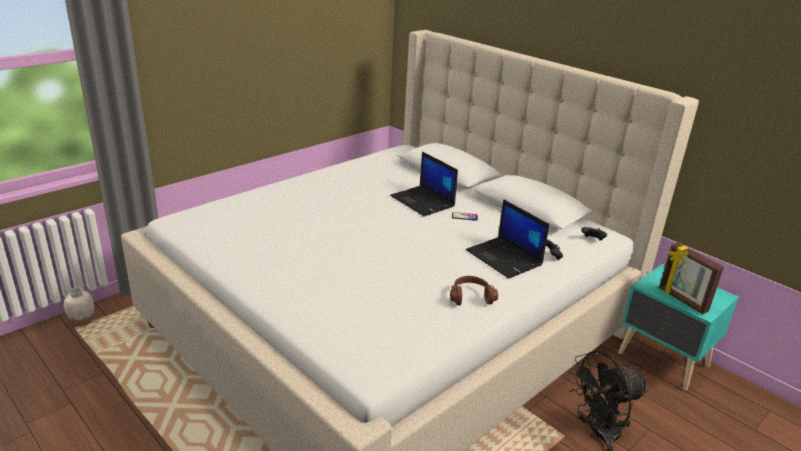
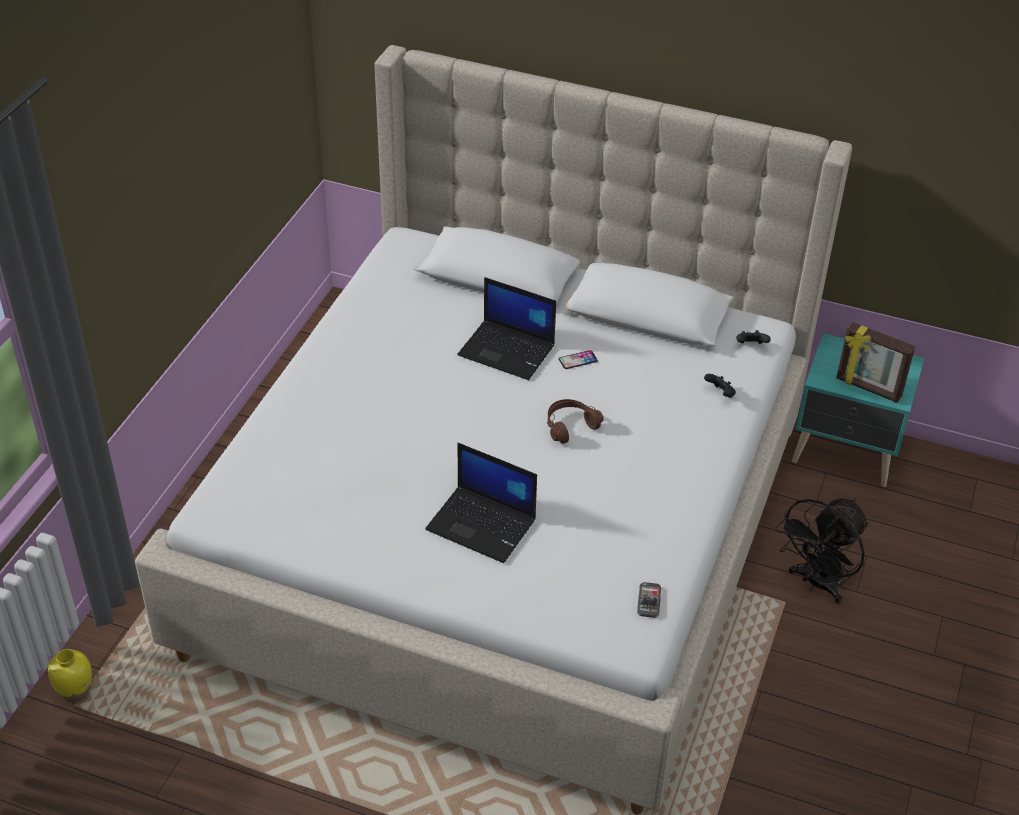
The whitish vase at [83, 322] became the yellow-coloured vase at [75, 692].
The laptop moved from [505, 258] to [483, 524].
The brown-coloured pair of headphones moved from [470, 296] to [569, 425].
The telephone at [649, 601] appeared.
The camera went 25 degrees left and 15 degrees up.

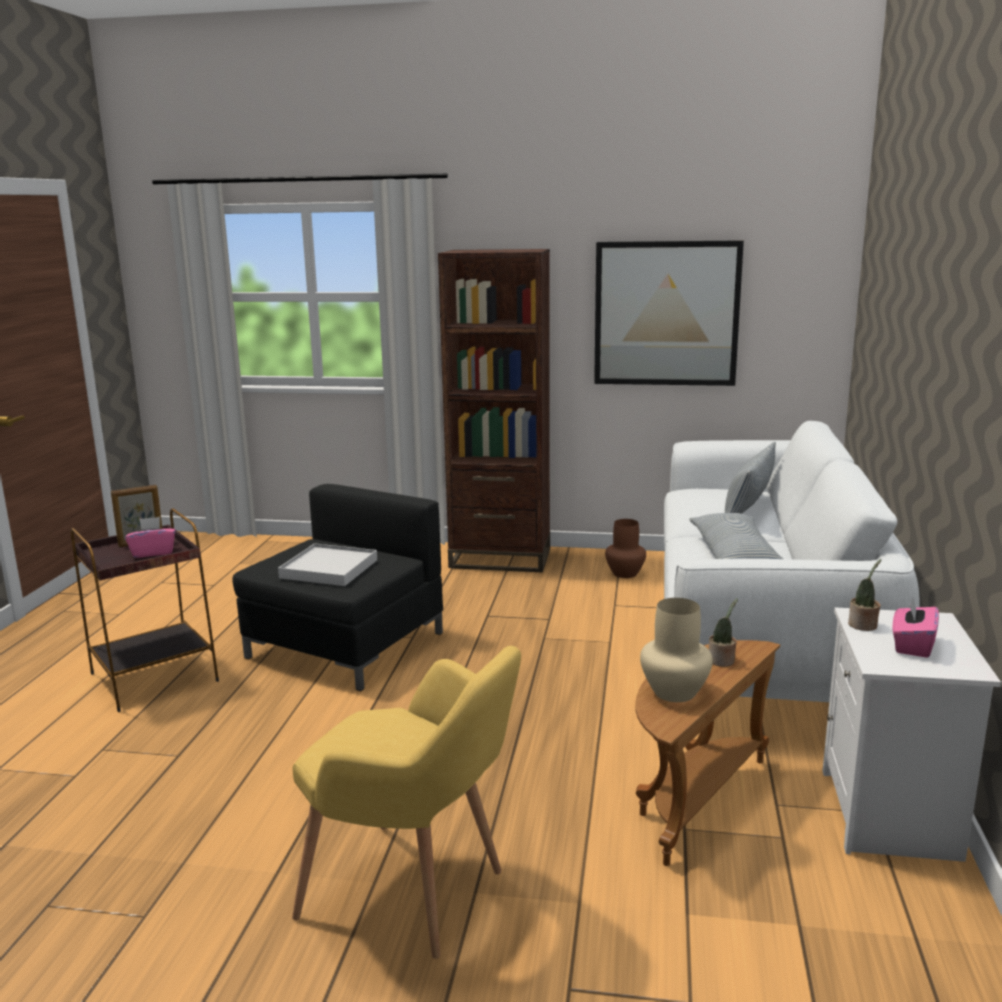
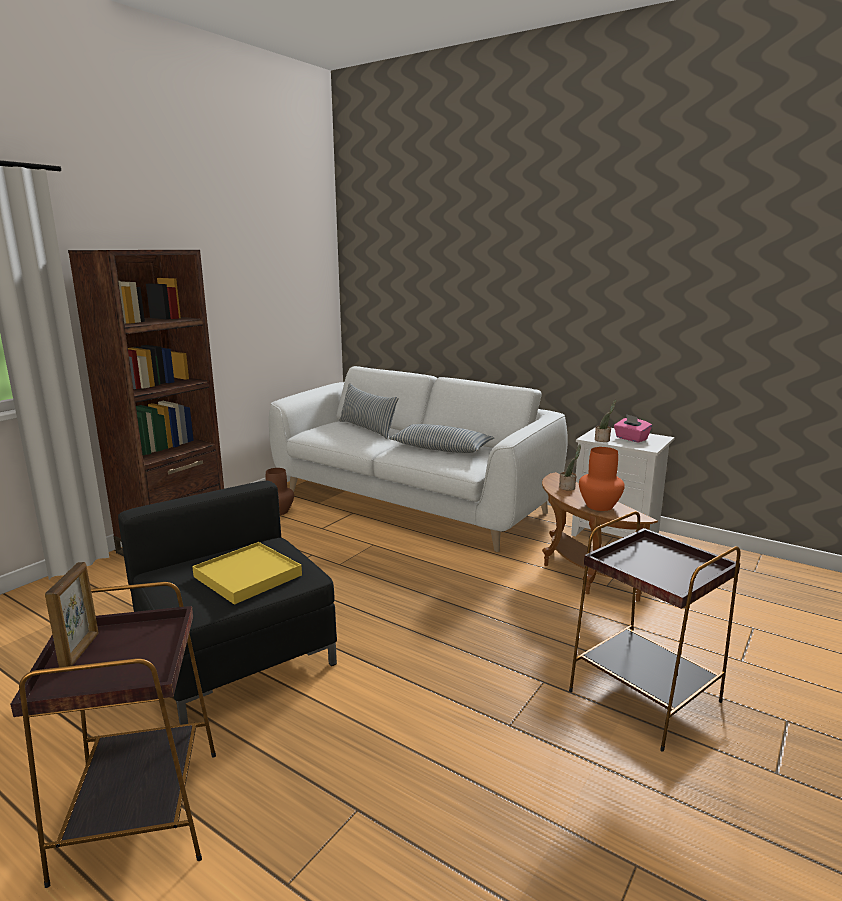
The whitish tray at [329, 569] became the yellow-coloured tray at [247, 576].
The yellow-coloured lounge chair at [415, 896] was replaced by the brown-coloured accent table at [645, 697].
The beige vase at [673, 691] became the orangey vase at [599, 506].
The pinkish tissue box at [153, 552] disappeared.
The wall picture at [666, 313] disappeared.
The camera went 65 degrees left and 0 degrees up.

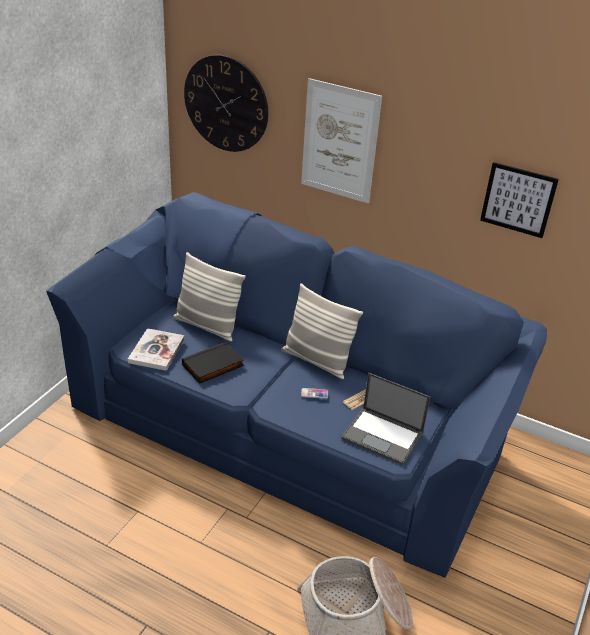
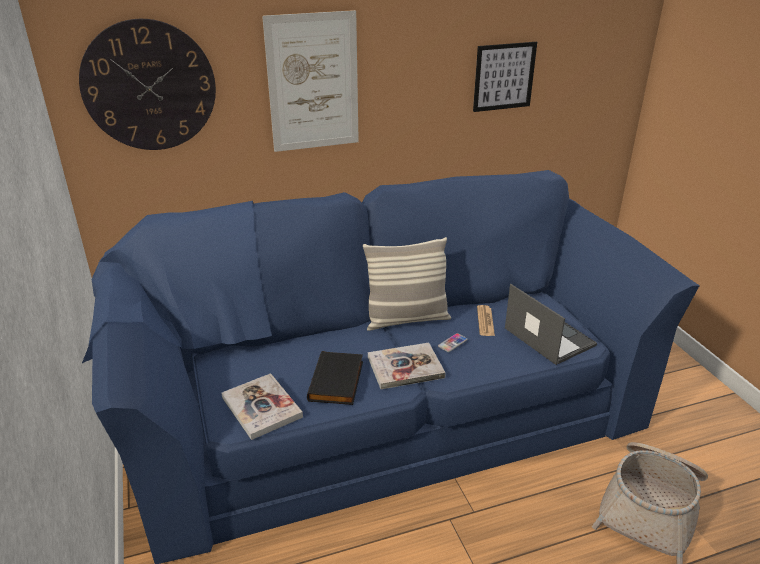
The book at [405, 367] appeared.
The laptop at [383, 436] turned 105 degrees counterclockwise.
The cushion at [207, 326] disappeared.
The camera went 45 degrees left and 5 degrees down.

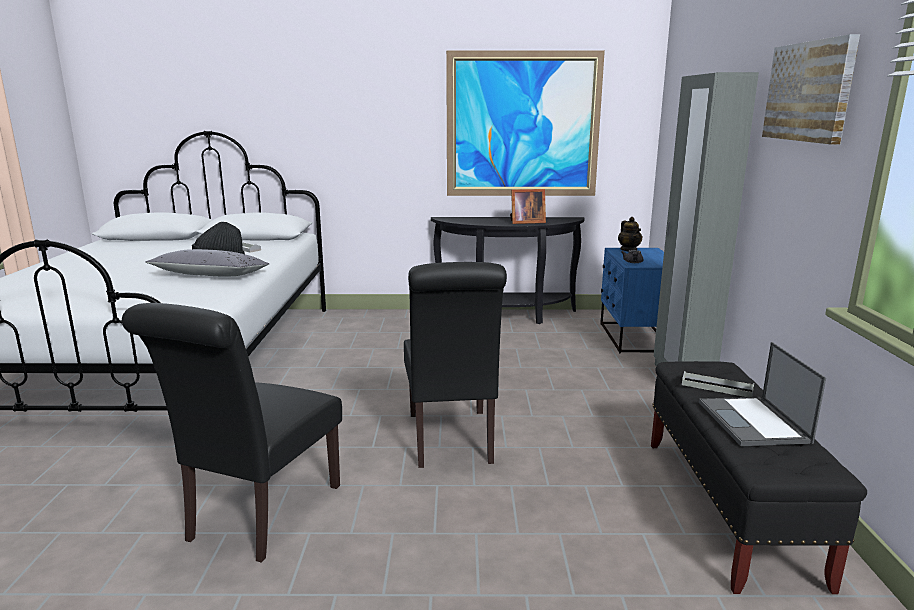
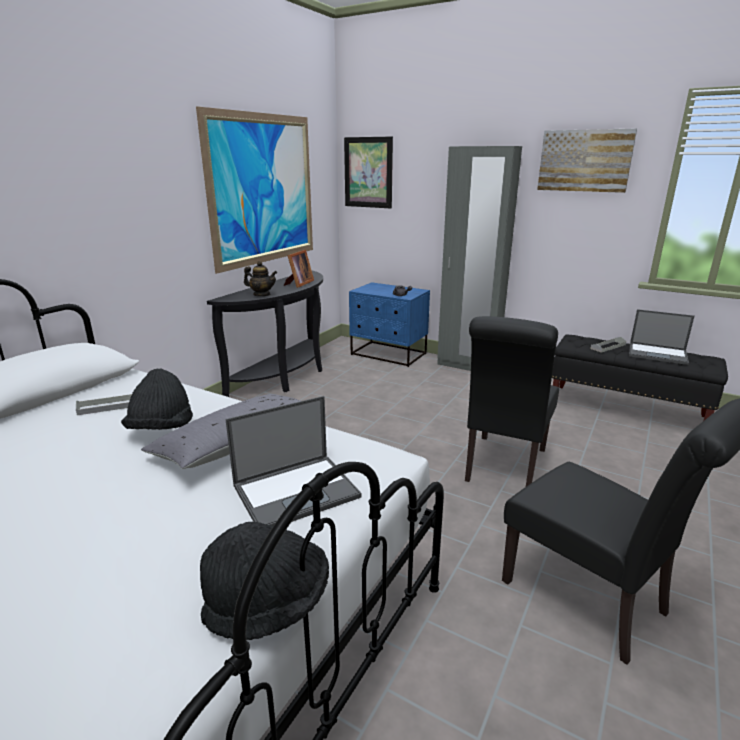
The blackish wearable hat at [268, 605] appeared.
The laptop at [297, 490] appeared.
The teapot moved from [629, 250] to [262, 295].
The wall picture at [368, 172] appeared.
The blackish plain chair at [451, 441] turned 90 degrees clockwise.
The camera went 60 degrees left and 5 degrees up.

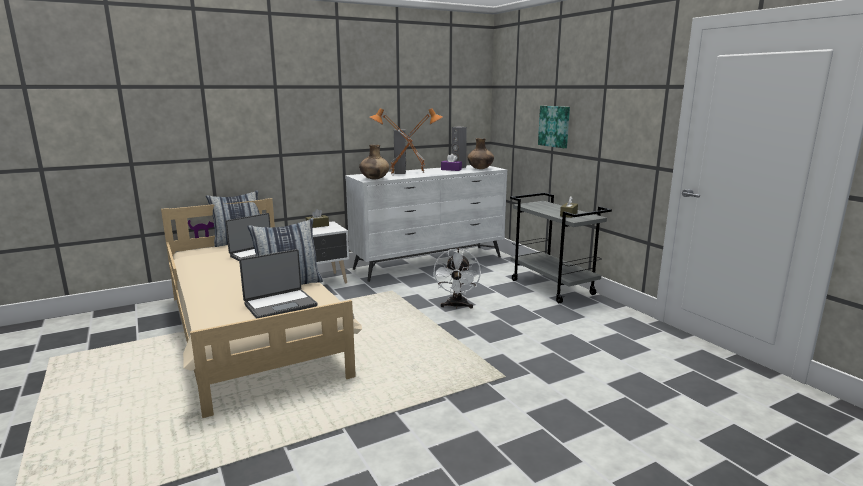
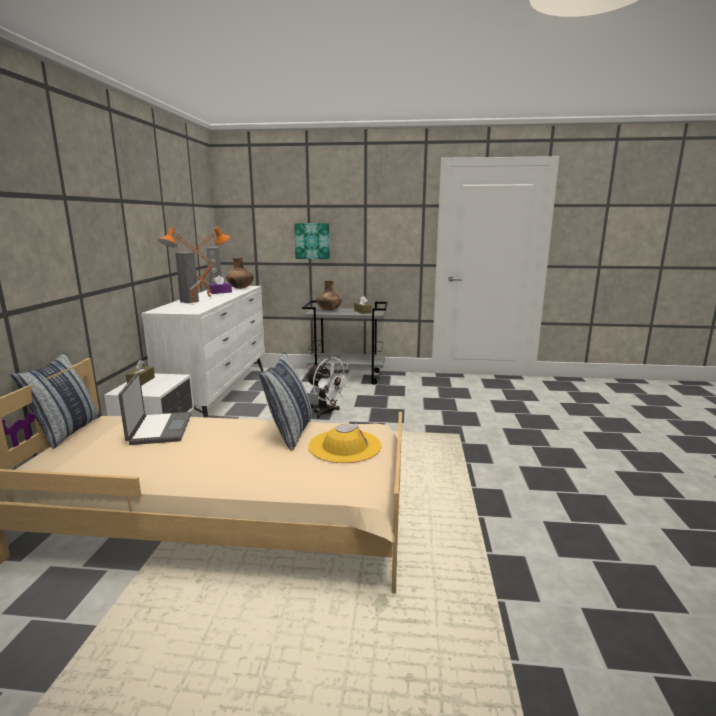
The laptop at [280, 305] was replaced by the yellow-coloured wearable hat at [344, 446].
The brown-coloured vase moved from [374, 179] to [329, 310].
The camera went 55 degrees left and 0 degrees up.

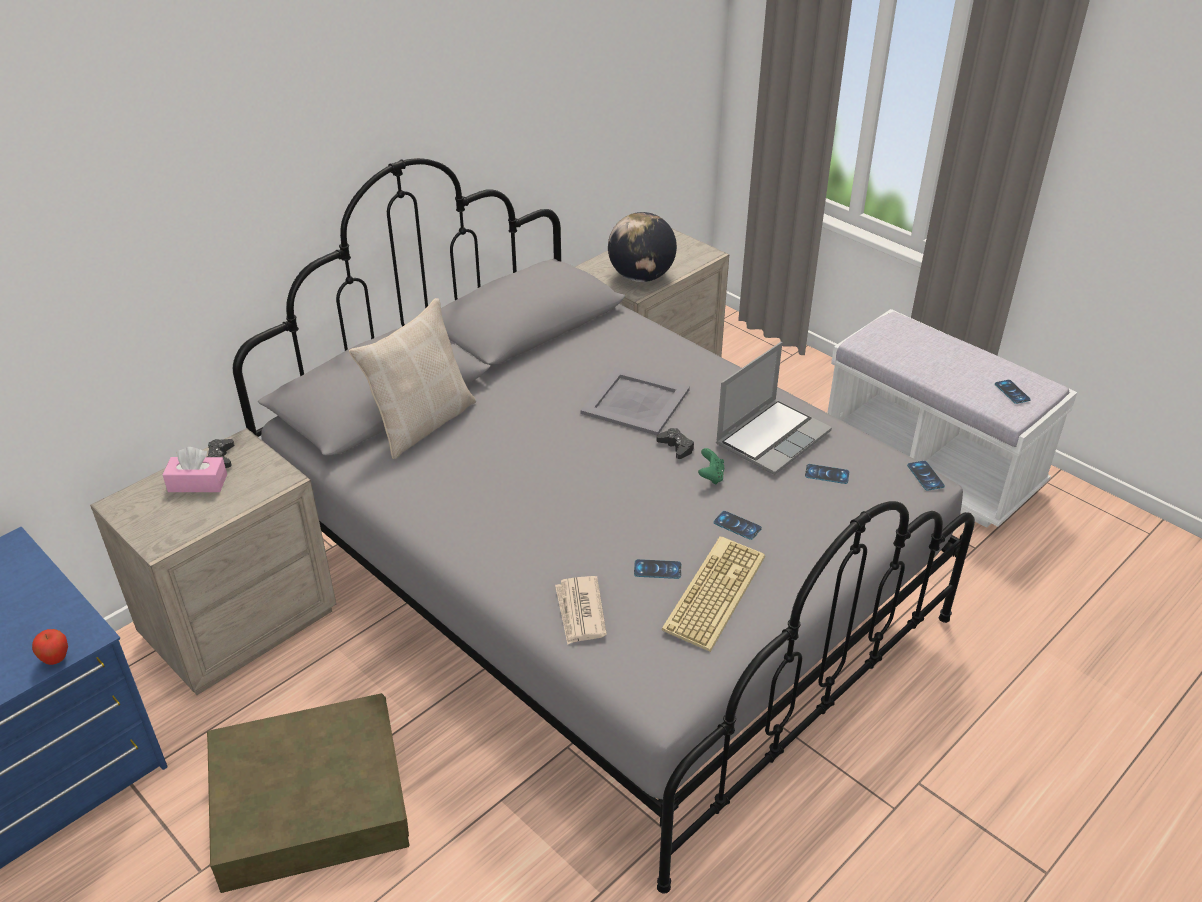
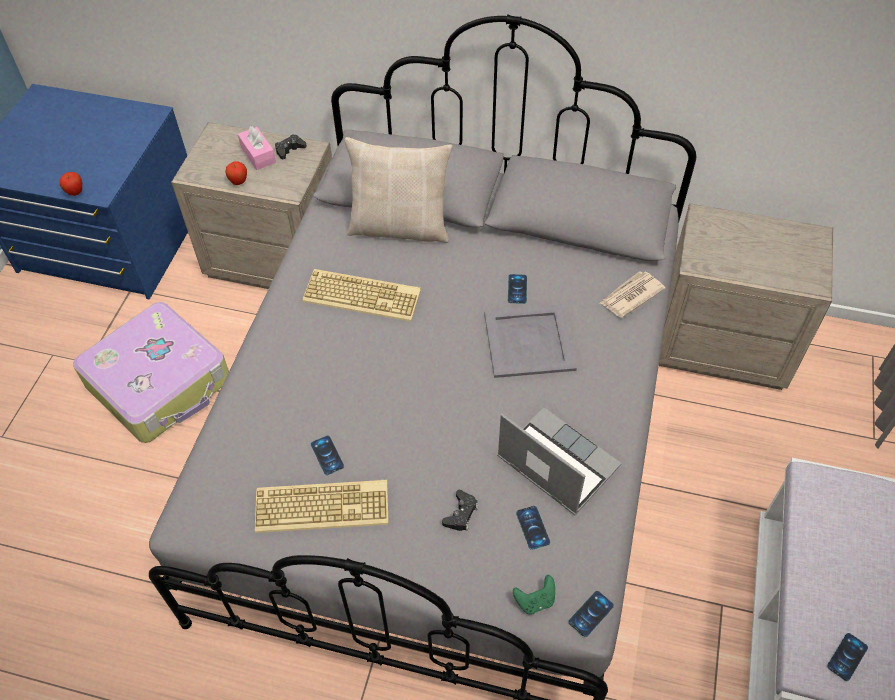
The brown-coloured storage container at [309, 800] was replaced by the suitcase at [160, 382].
The apple at [239, 182] appeared.
The computer keyboard at [363, 295] appeared.
The blackish joypad moved from [676, 447] to [461, 514].
The laptop at [772, 437] turned 150 degrees counterclockwise.
The telephone moved from [737, 525] to [517, 289].
The greenish joypad moved from [711, 476] to [535, 600].
The printed paper moved from [580, 612] to [630, 296].
The desk globe at [641, 277] disappeared.
The camera went 60 degrees right and 15 degrees up.

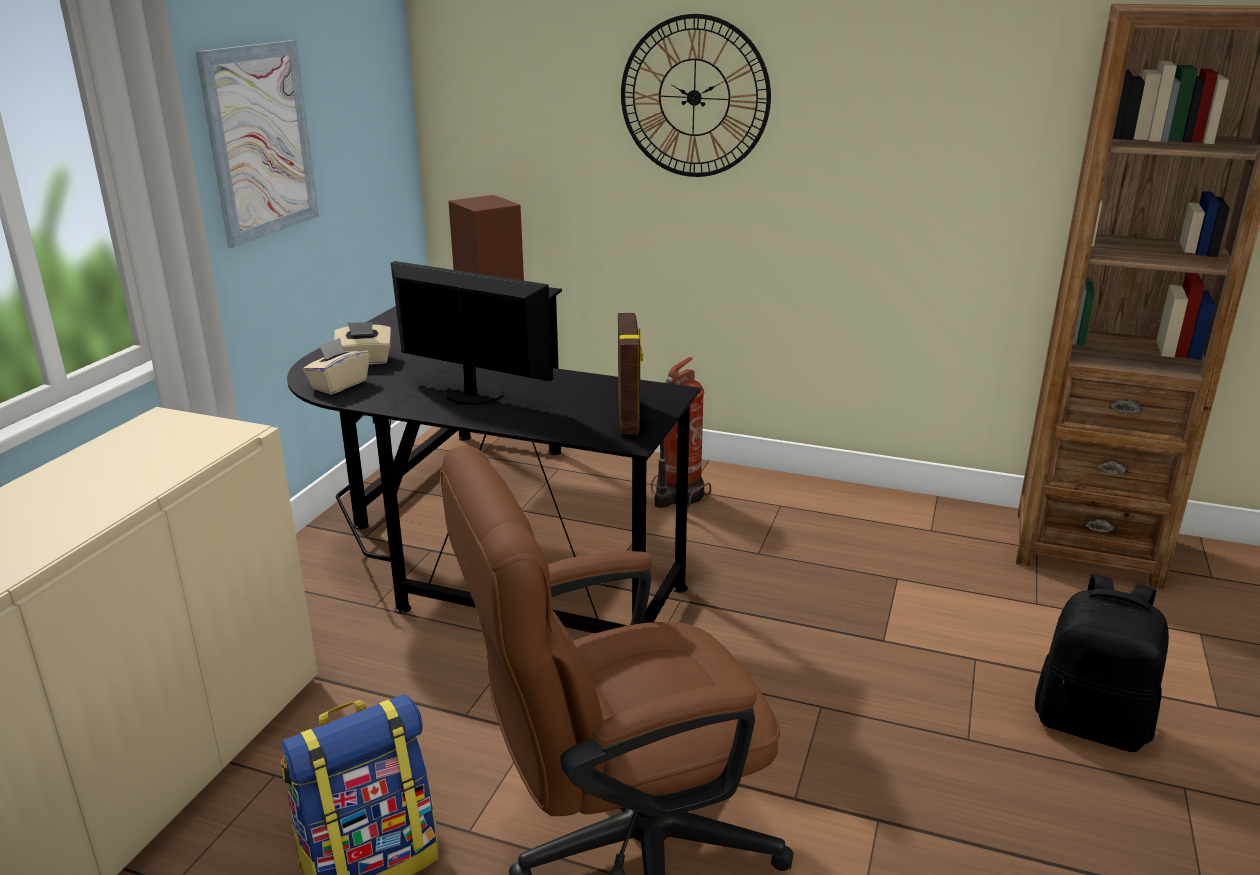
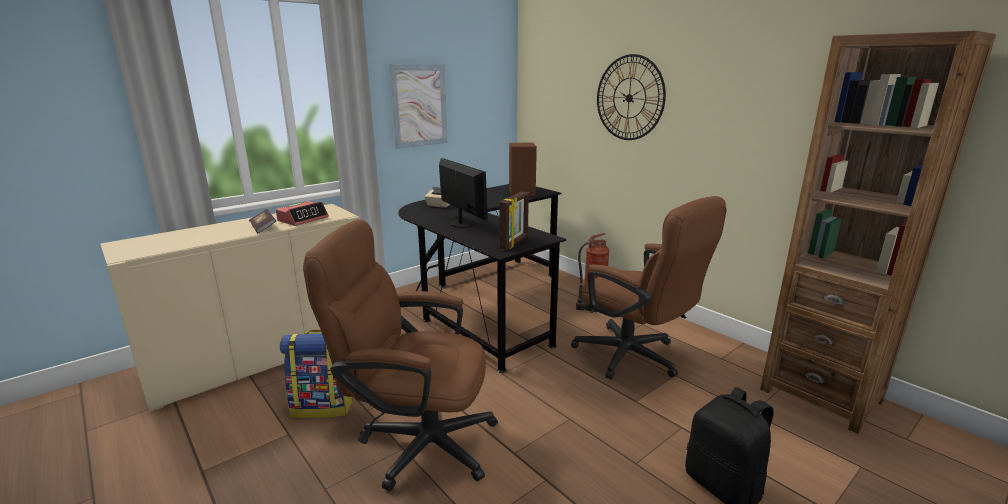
The book at [263, 228] appeared.
The bedside clock at [303, 219] appeared.
The brown-coloured desk chair at [635, 358] appeared.
The beige tissue box at [339, 385] disappeared.
The camera went 30 degrees right and 5 degrees down.

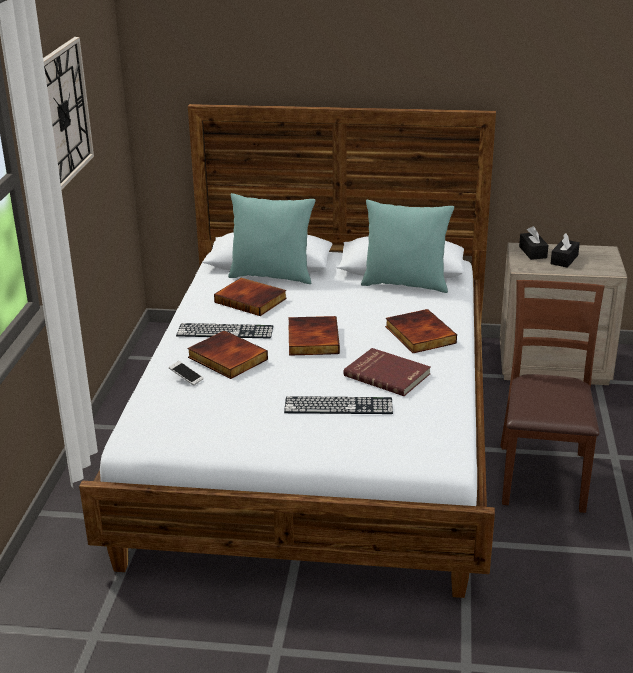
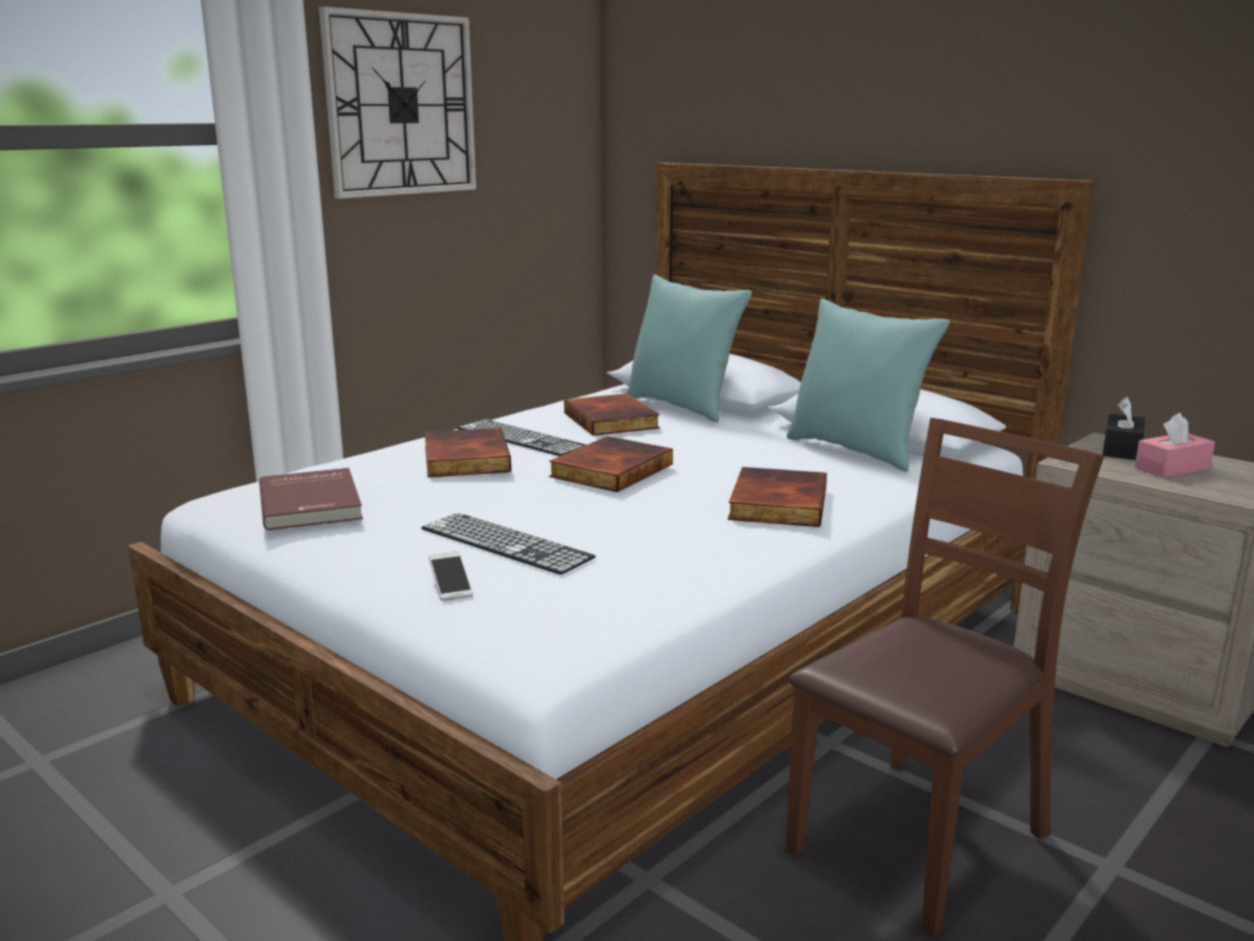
The reddish book moved from [388, 374] to [312, 503].
The telephone moved from [186, 377] to [451, 585].
The blackish tissue box at [564, 259] became the pinkish tissue box at [1172, 468].
The camera went 35 degrees right and 10 degrees down.

